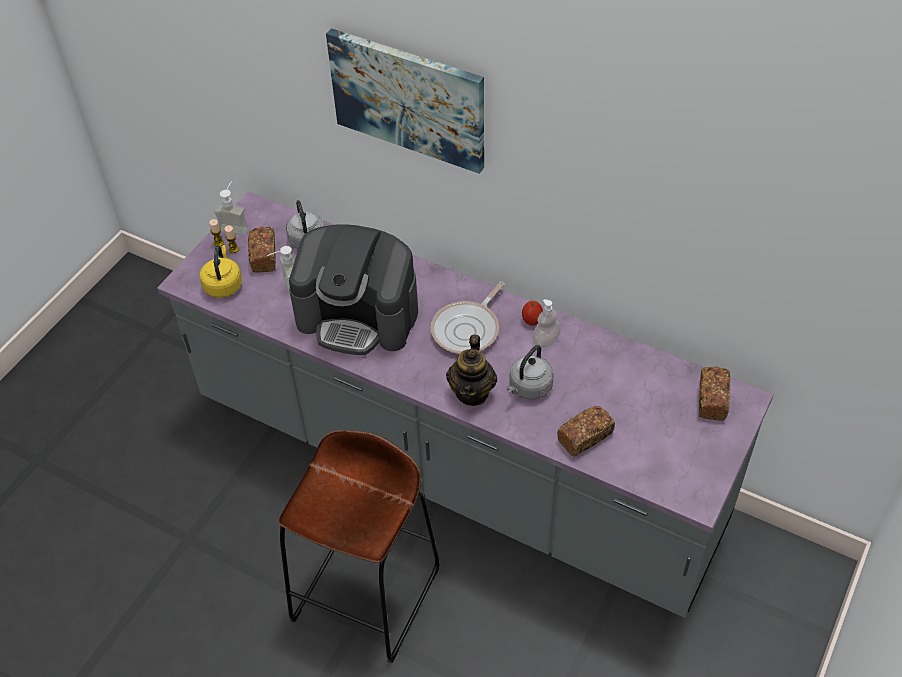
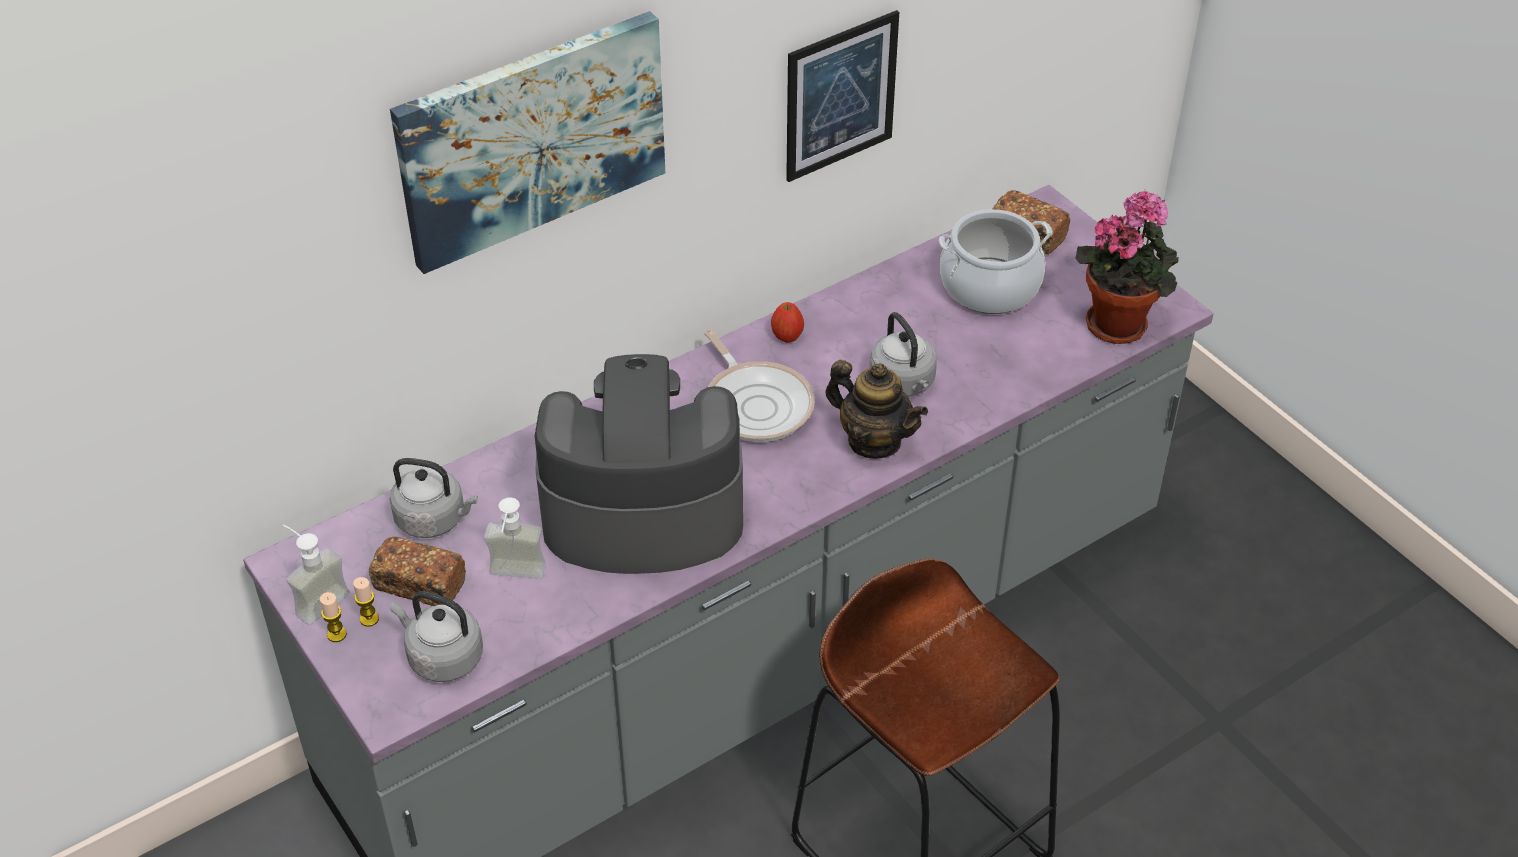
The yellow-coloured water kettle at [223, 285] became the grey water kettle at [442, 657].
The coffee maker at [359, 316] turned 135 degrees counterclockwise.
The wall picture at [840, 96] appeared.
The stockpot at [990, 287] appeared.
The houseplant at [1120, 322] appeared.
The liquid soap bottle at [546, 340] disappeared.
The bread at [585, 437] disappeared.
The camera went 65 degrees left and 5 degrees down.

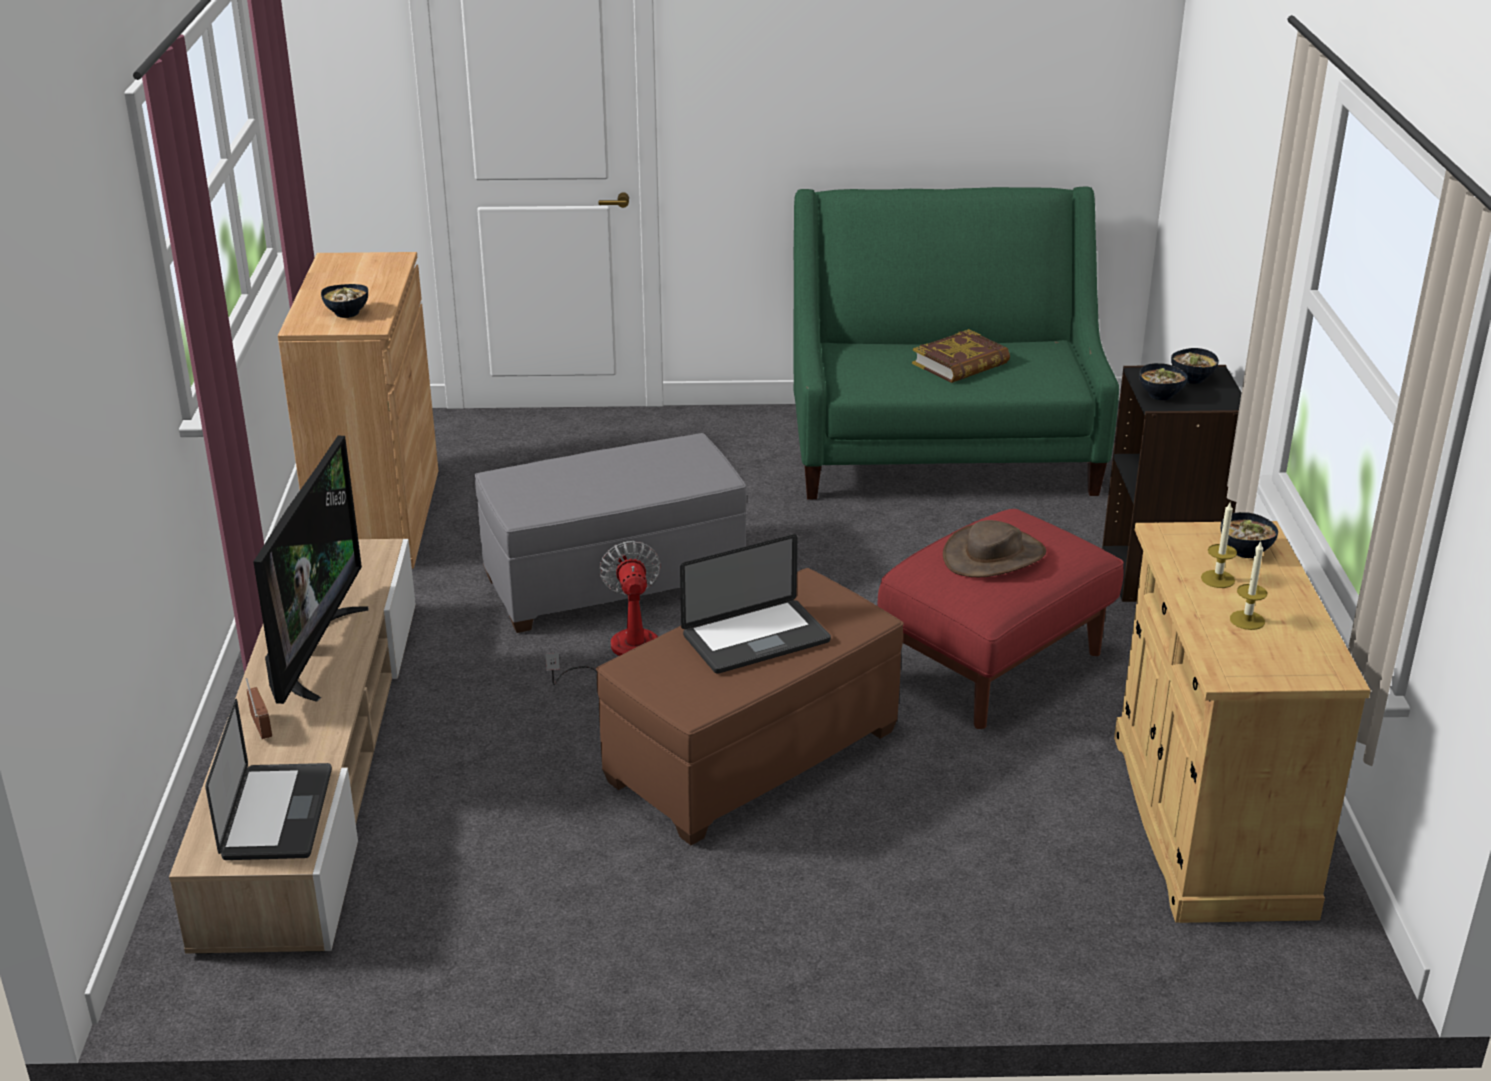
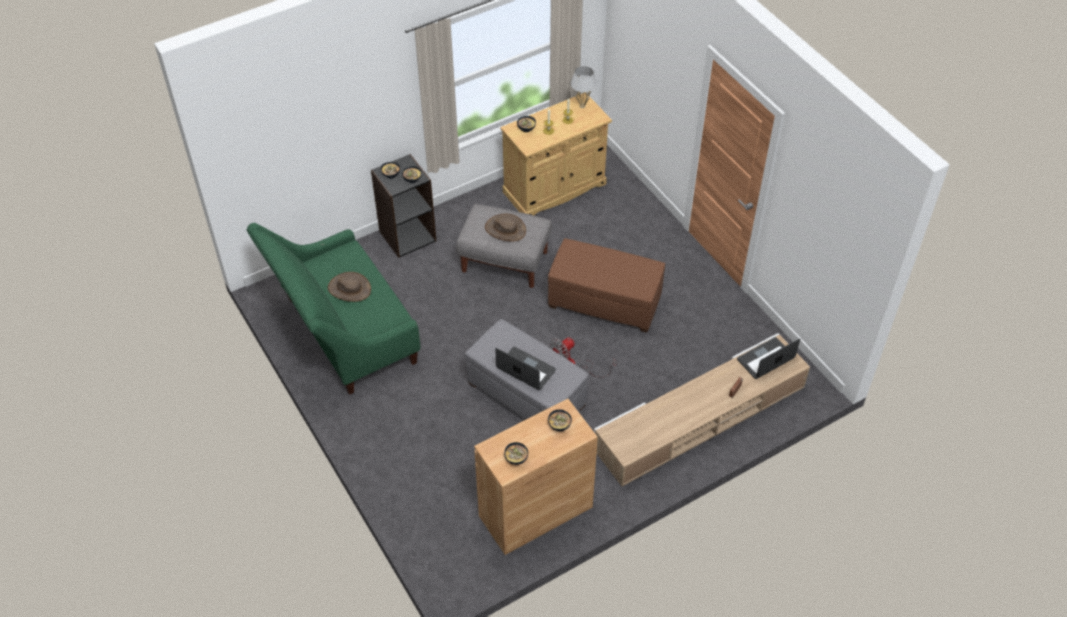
The book at [961, 364] was replaced by the brown-coloured wearable hat at [349, 288].
The reddish footrest at [992, 666] became the grey footrest at [505, 262].
The laptop moved from [756, 639] to [526, 369].
The serving bowl at [516, 458] appeared.
The whitish tabletop lamp at [582, 105] appeared.
The television at [313, 651] disappeared.
The camera went 120 degrees left and 20 degrees up.

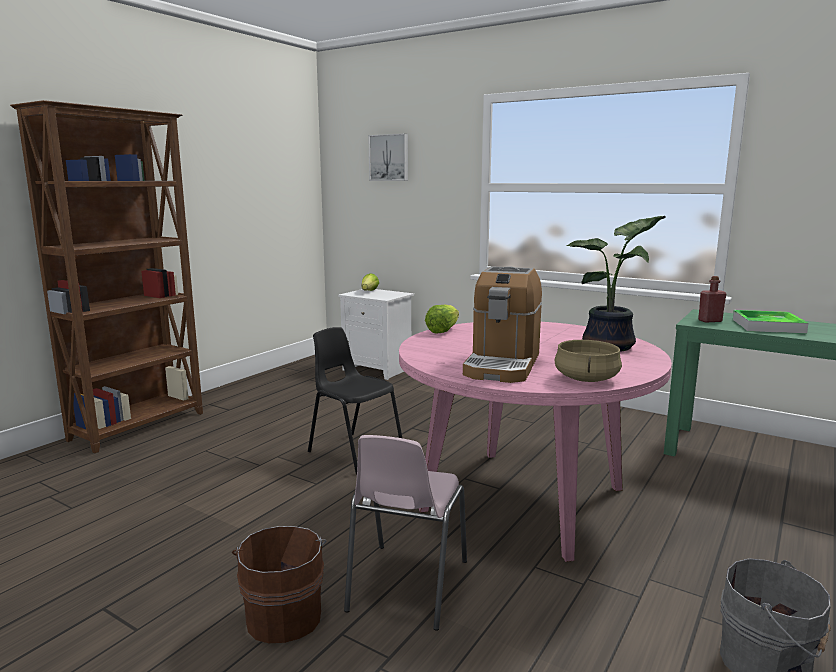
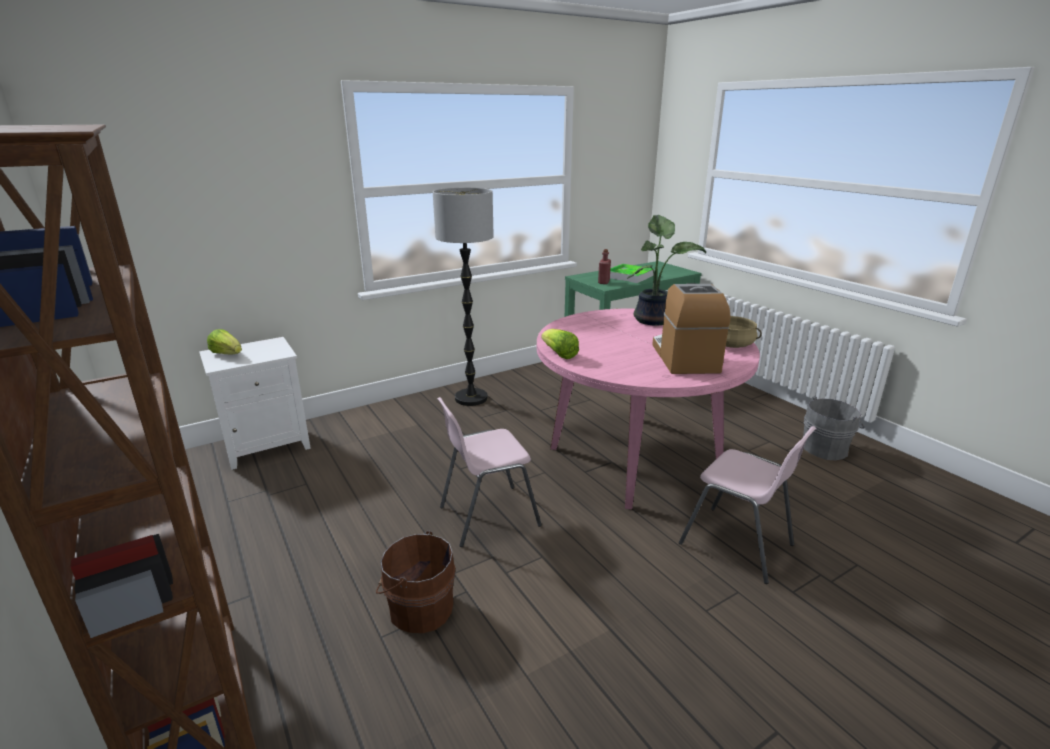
The brown-coloured water bucket moved from [284, 614] to [419, 607].
The standard lamp at [471, 398] appeared.
The blackish plain chair at [355, 452] became the pinkish plain chair at [487, 515].
The coffee maker at [502, 364] turned 135 degrees counterclockwise.
The wall picture at [389, 157] disappeared.
The camera went 65 degrees left and 10 degrees up.

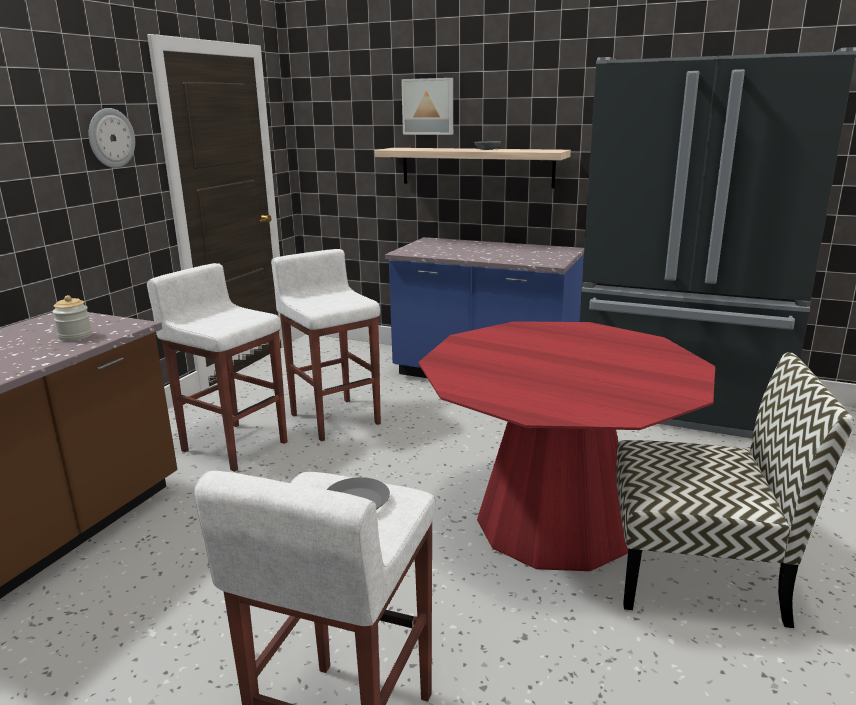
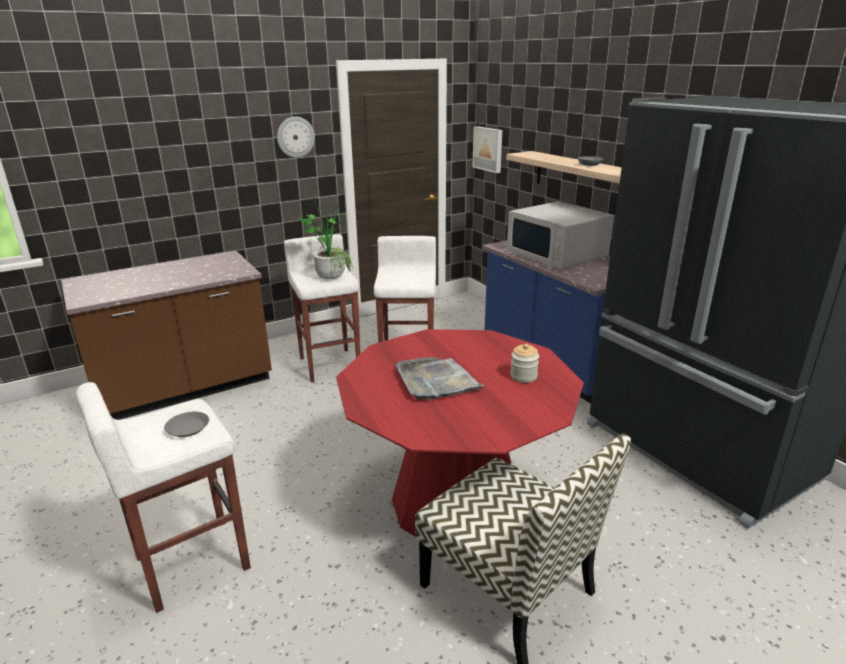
The houseplant at [330, 275] appeared.
The grey tray at [436, 381] appeared.
The wall picture moved from [428, 106] to [488, 149].
The whitish kitchen microwave at [557, 254] appeared.
The preserve jar moved from [75, 336] to [523, 376].
The camera went 35 degrees right and 5 degrees up.

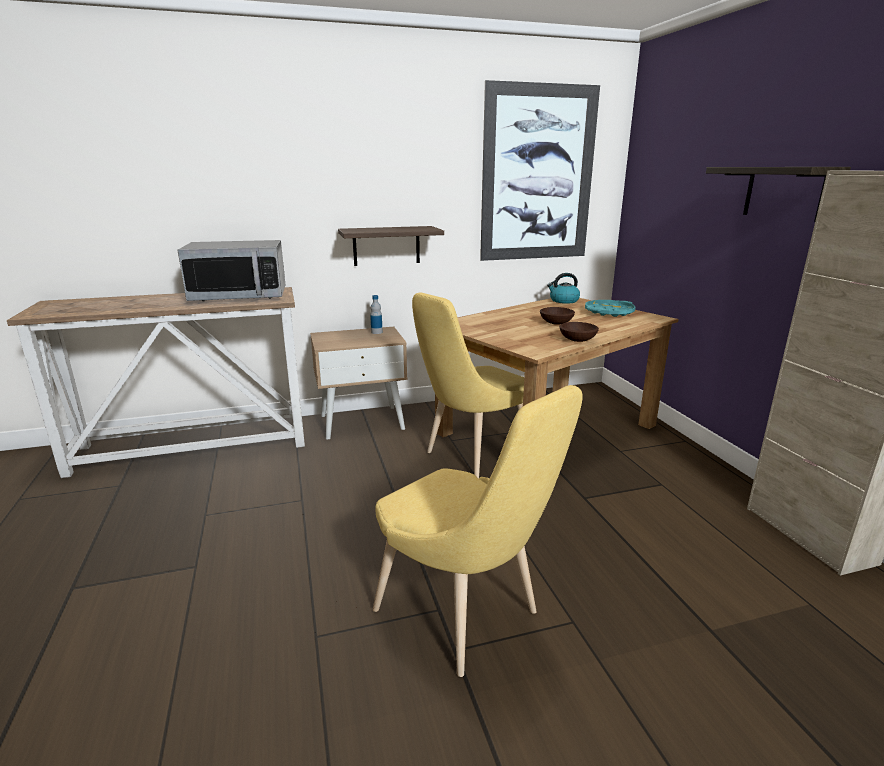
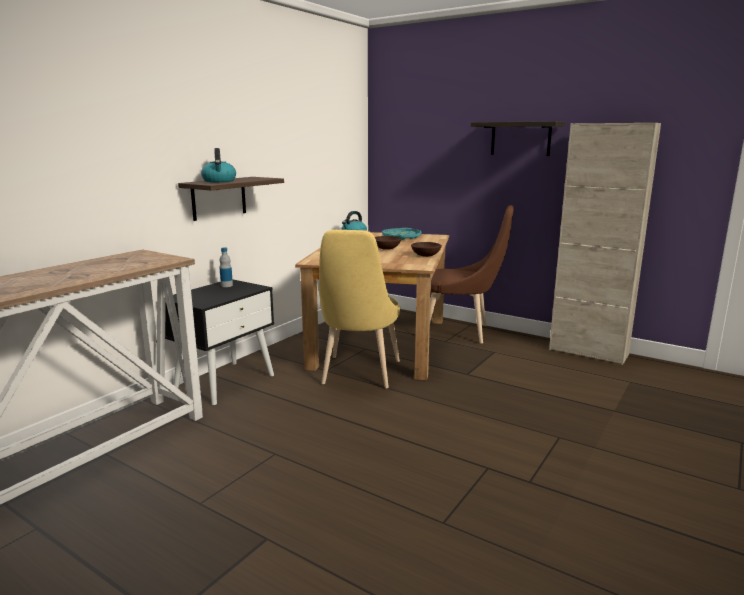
The beige night table at [362, 422] became the blackish night table at [225, 381].
The water kettle at [219, 181] appeared.
The brown-coloured plain chair at [461, 332] appeared.
The kitchen microwave at [239, 296] disappeared.
The yellow-coloured plain chair at [465, 616] disappeared.
The wall picture at [538, 175] disappeared.
The camera went 40 degrees left and 5 degrees down.

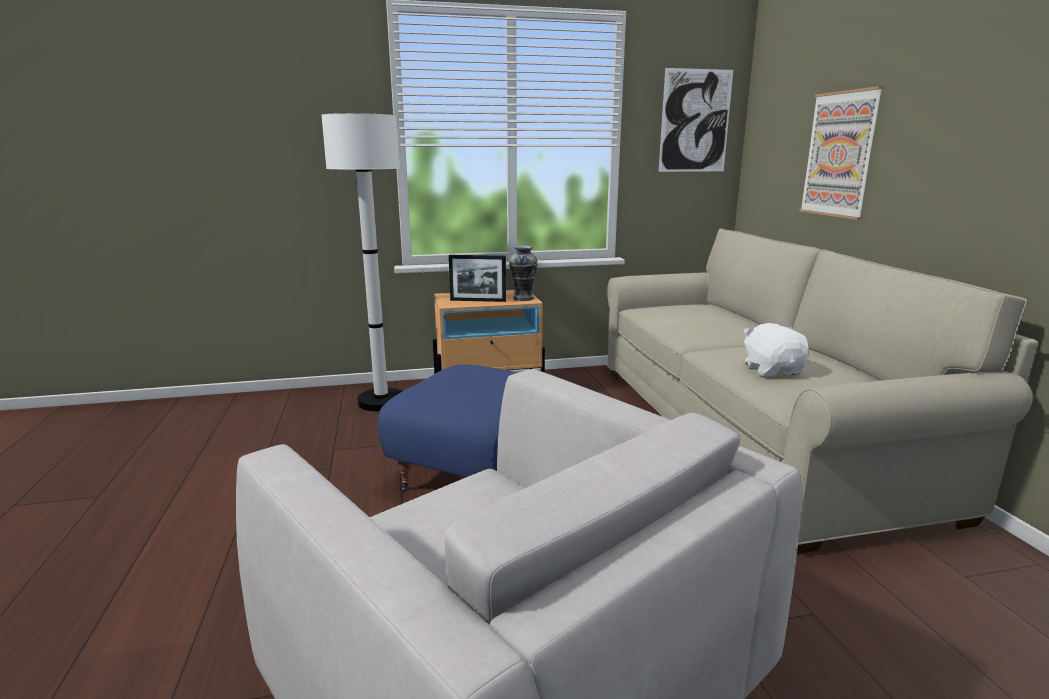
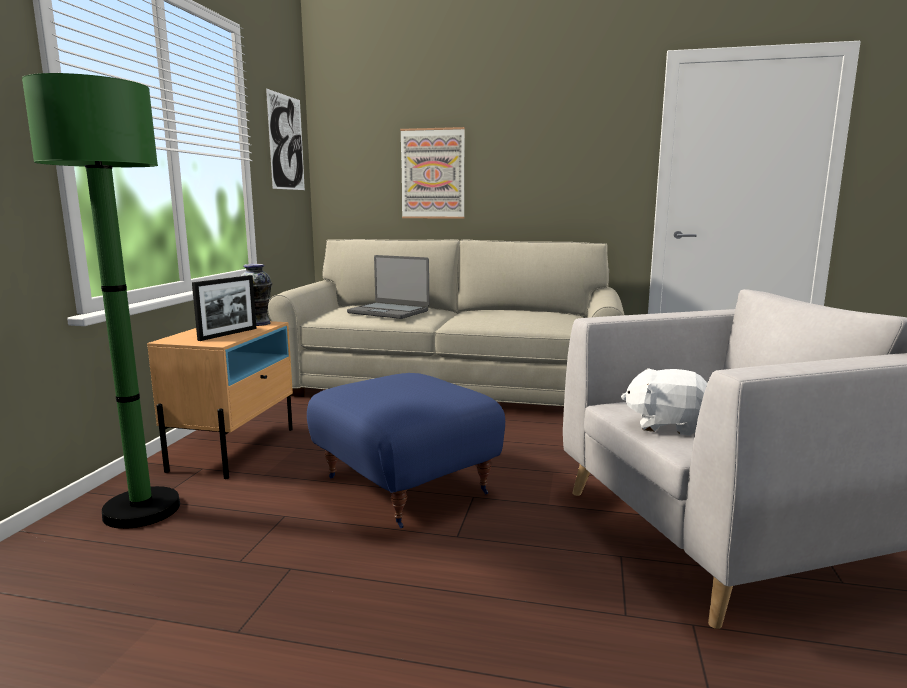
The whitish standard lamp at [381, 401] became the greenish standard lamp at [142, 510].
The laptop at [389, 312] appeared.
The whitish soft toy moved from [772, 370] to [666, 425].
The camera went 65 degrees left and 5 degrees down.

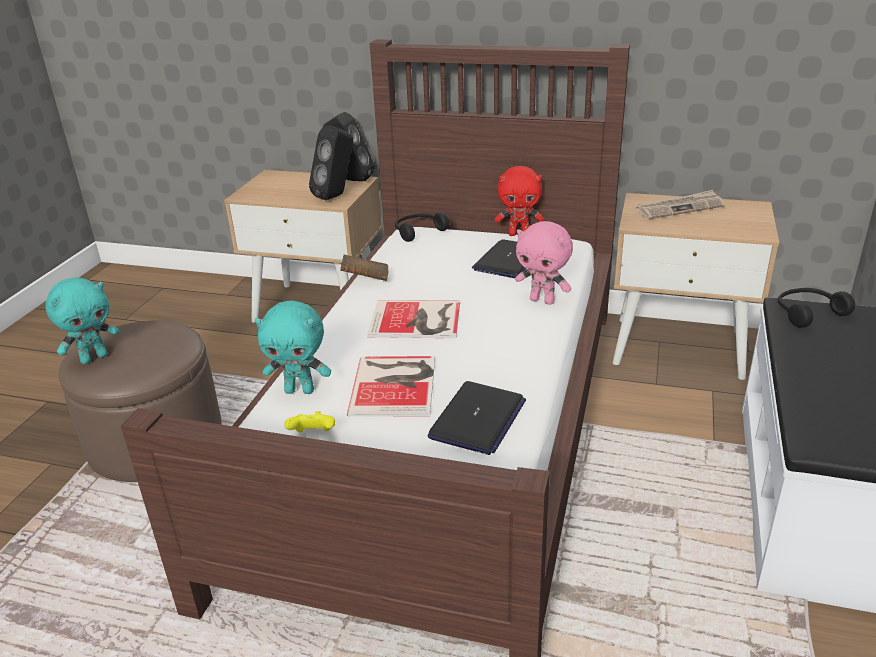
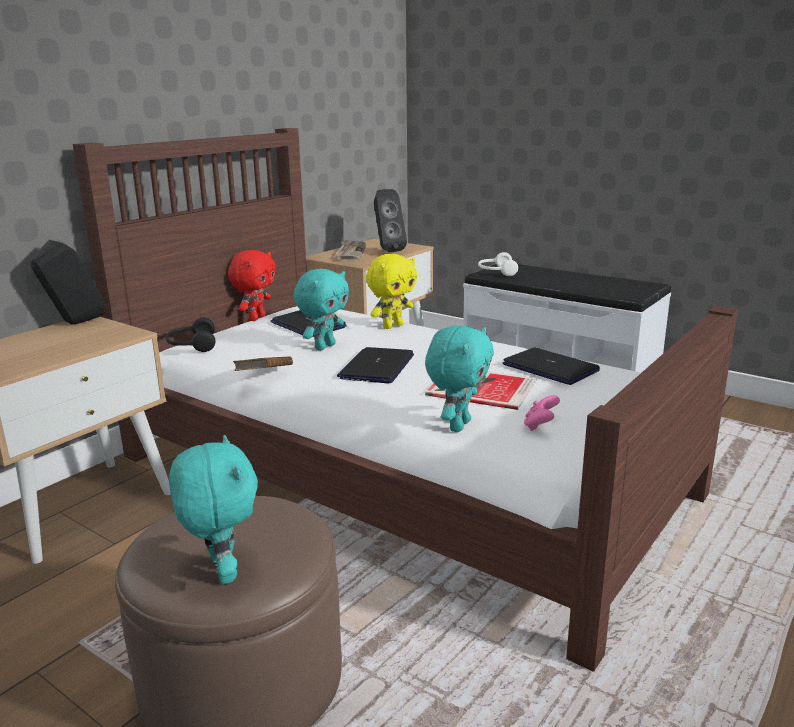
The turquoise-coloured soft toy at [324, 347] appeared.
The book at [417, 320] was replaced by the laptop at [377, 367].
The pinkish soft toy at [543, 300] became the yellow-coloured soft toy at [392, 326].
The blackish audio speaker moved from [336, 195] to [387, 251].
The blackish pair of headphones at [807, 313] became the whitish pair of headphones at [496, 272].
The yellow-coloured joypad at [313, 435] became the pinkish joypad at [540, 426].
The camera went 70 degrees left and 10 degrees down.

